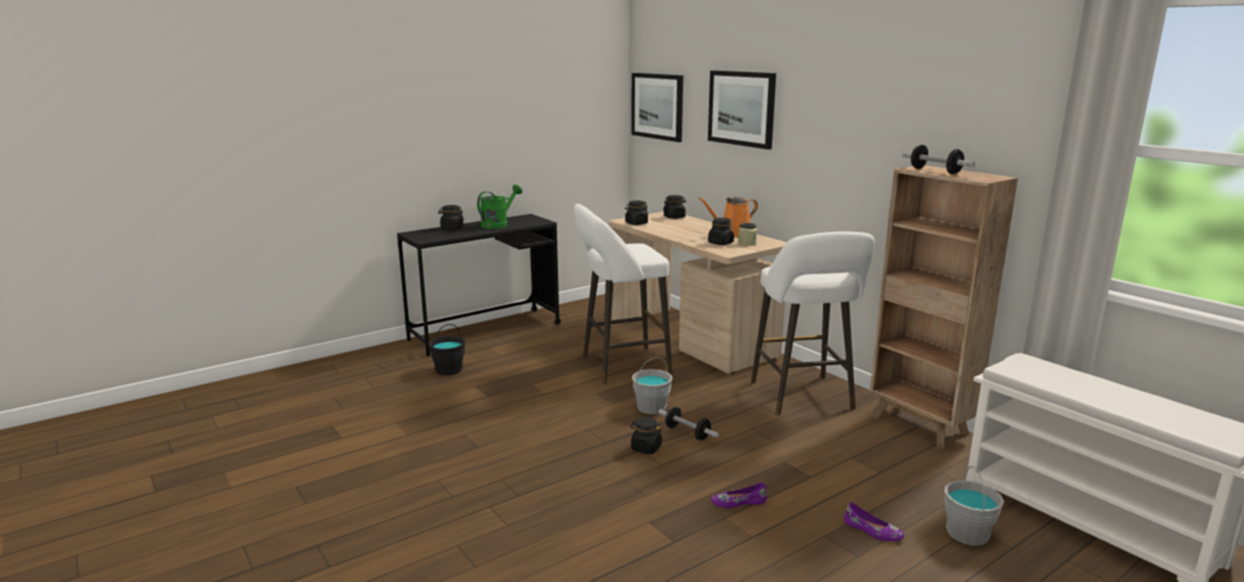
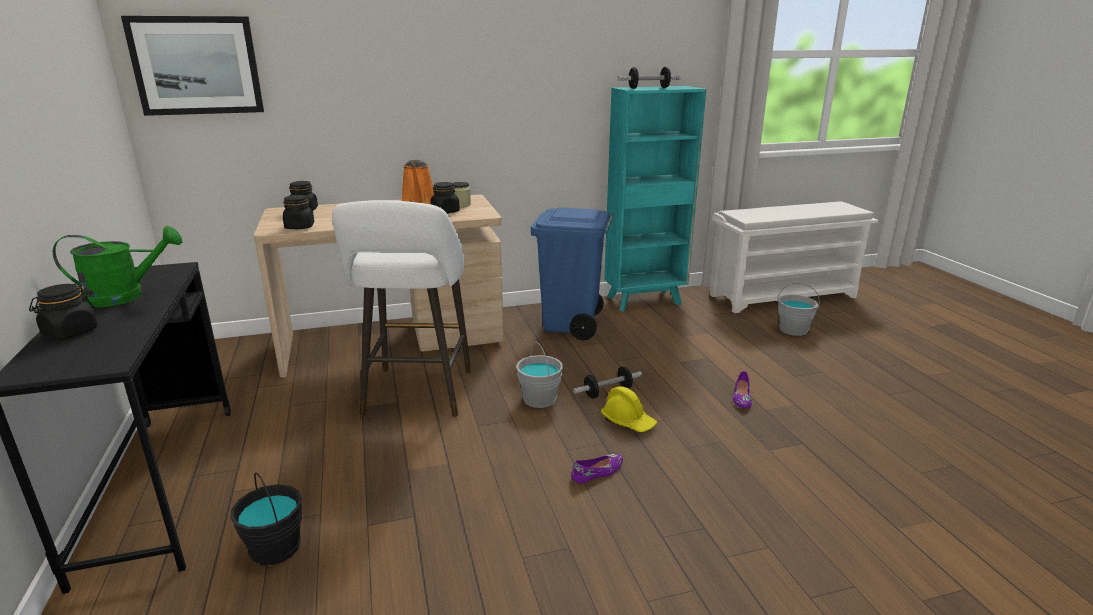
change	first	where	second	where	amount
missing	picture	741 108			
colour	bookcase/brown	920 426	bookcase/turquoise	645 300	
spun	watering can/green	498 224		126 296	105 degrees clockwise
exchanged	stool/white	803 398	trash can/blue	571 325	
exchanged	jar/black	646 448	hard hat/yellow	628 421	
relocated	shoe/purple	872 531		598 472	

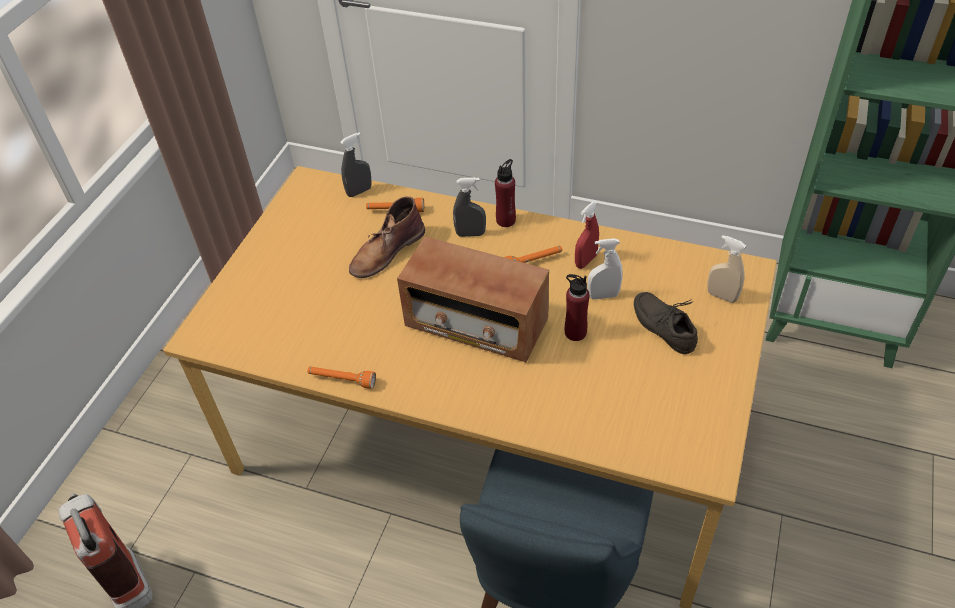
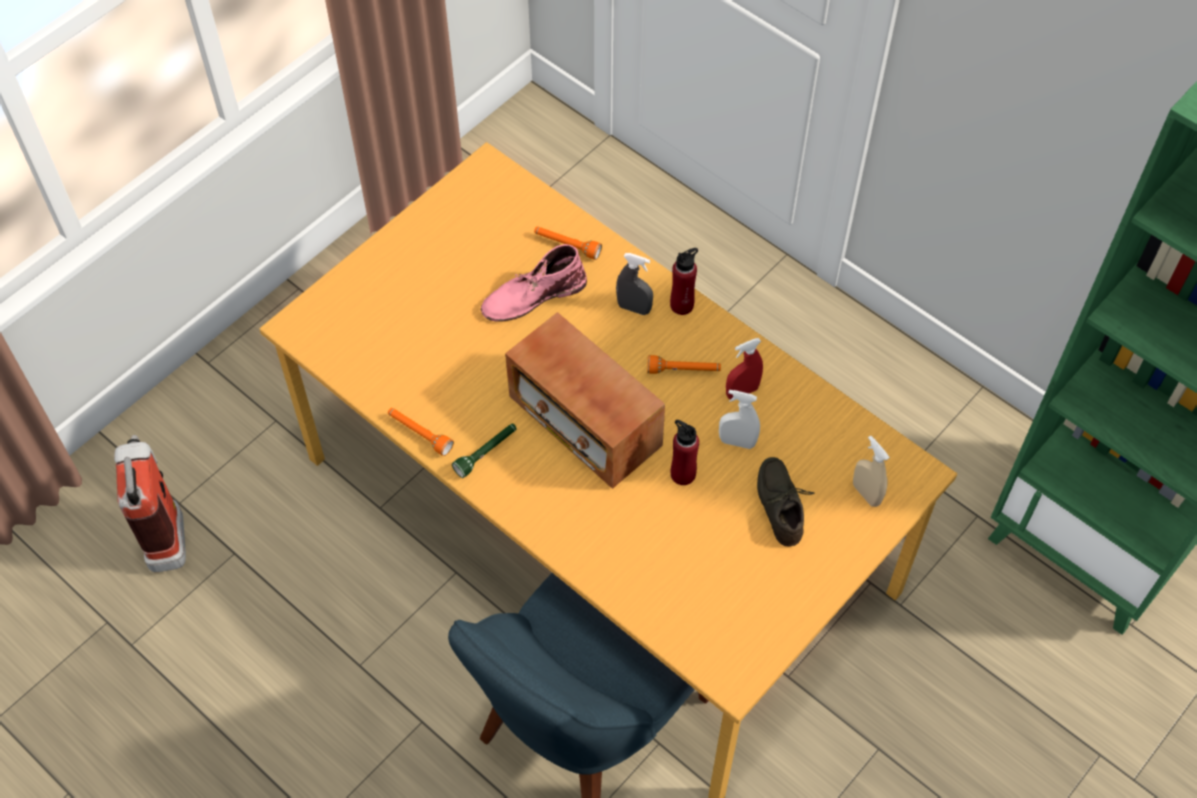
change	first	where	second	where	amount
missing	spray bottle/grey	359 191			
colour	boot/brown	386 251	boot/pink	532 296	
appeared			flashlight/green	486 453	

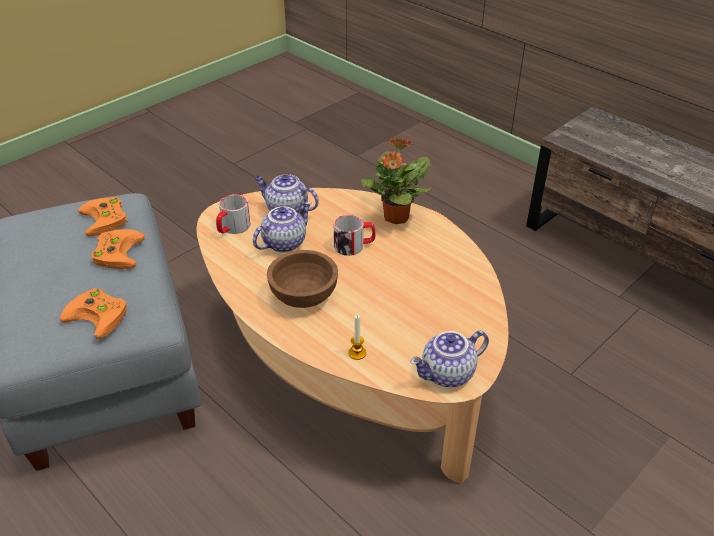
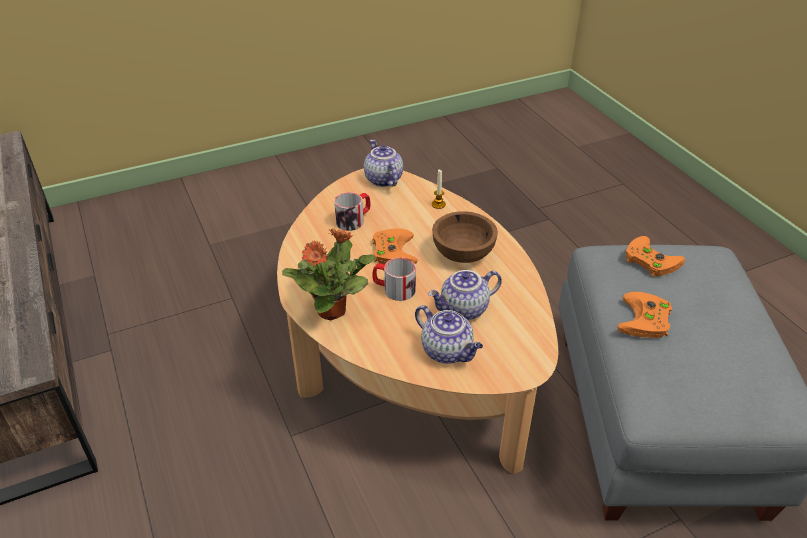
change	first	where	second	where	amount
relocated	mug	232 228		354 220	
relocated	game controller/orange	106 219		392 250	
spun	teapot	448 375		382 179	105 degrees counterclockwise

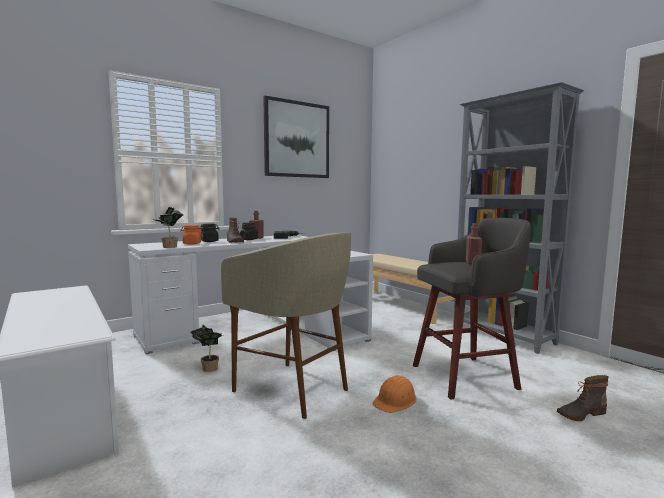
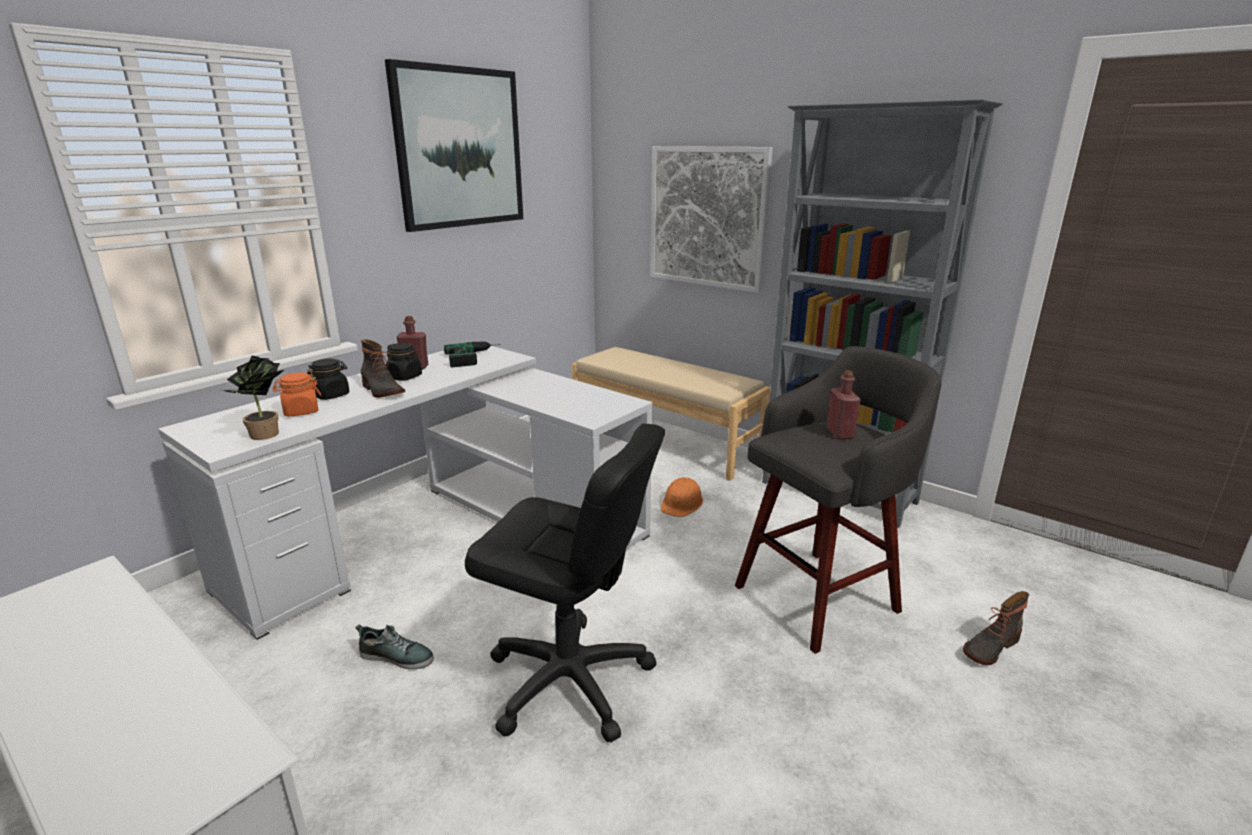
change	first	where	second	where	amount
exchanged	stool/beige	292 389	office chair/black	569 681	
exchanged	potted plant	208 368	shoe	397 656	
relocated	hard hat/orange	395 401		682 503	
appeared			picture	707 217	

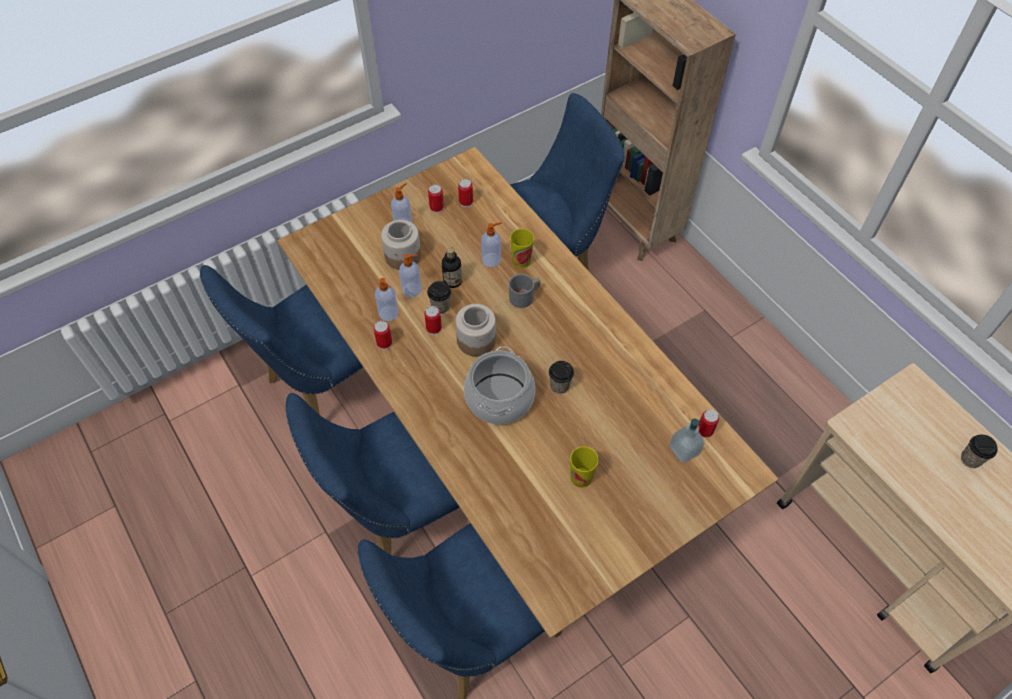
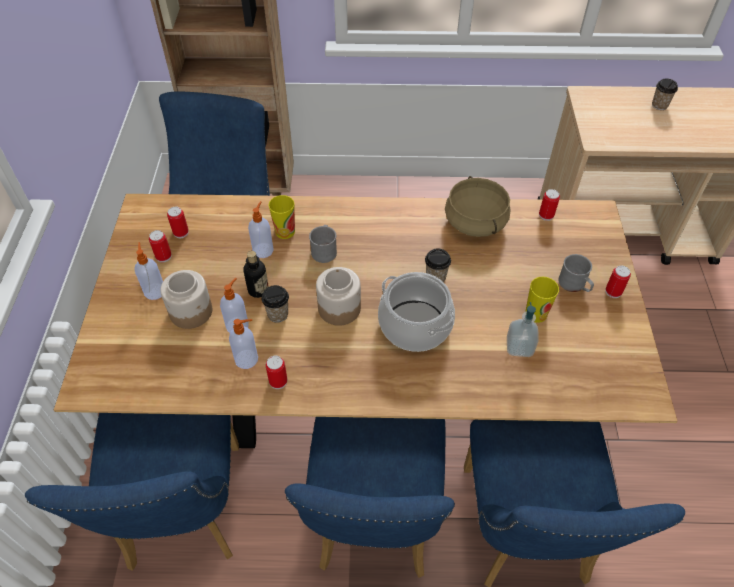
change	first	where	second	where	amount
relocated	can	434 328		613 292	
relocated	soap dispenser	684 450		519 347	
appeared			cooking pot/beige	476 222	
appeared			mug/grey	574 285	

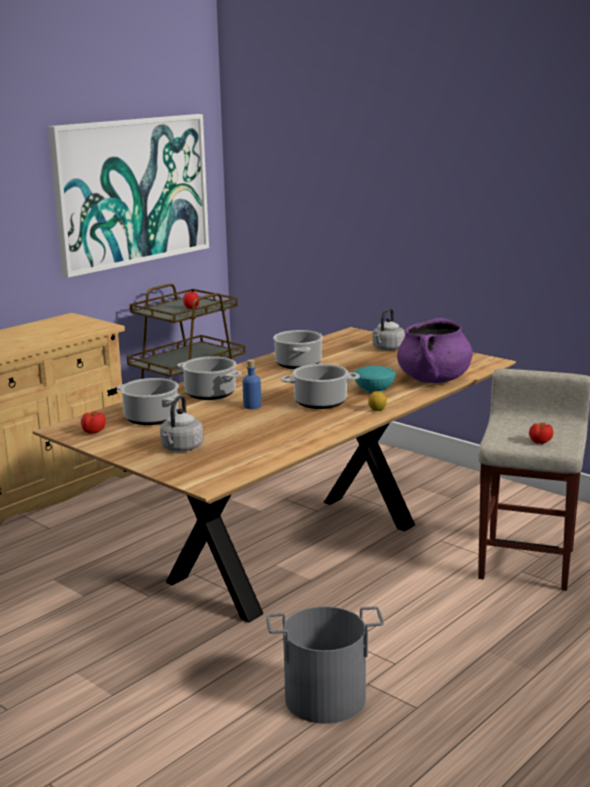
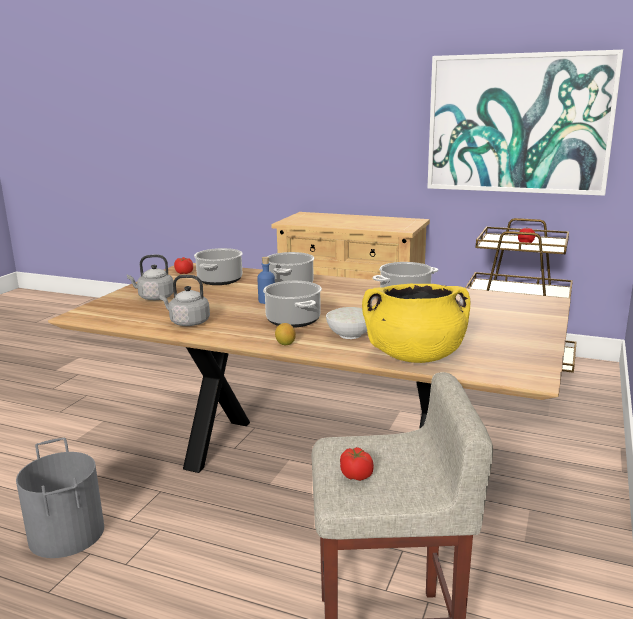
change	first	where	second	where	amount
relocated	kettle/grey	387 348		187 322	
colour	cooking pot/purple	434 379	cooking pot/yellow	414 356	
colour	bowl/turquoise	374 390	bowl/white	350 335	

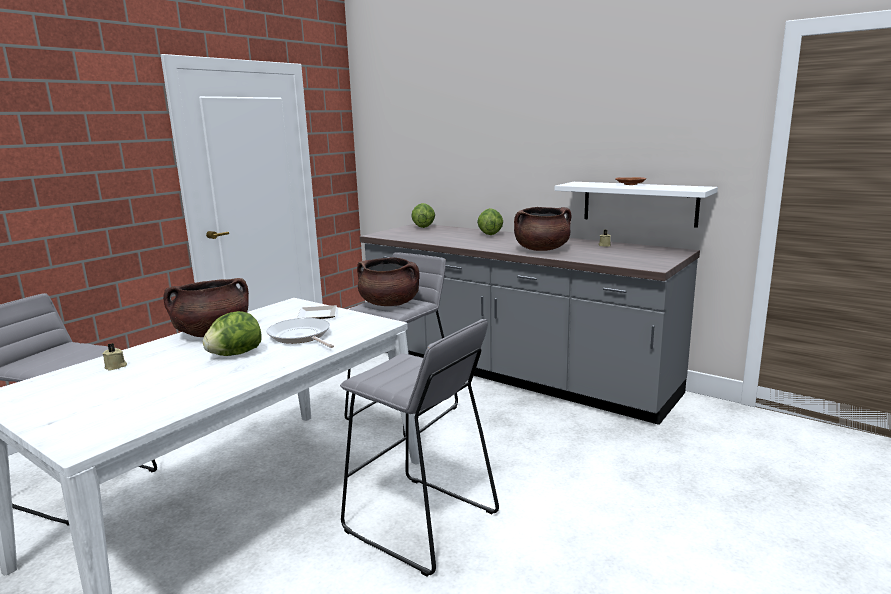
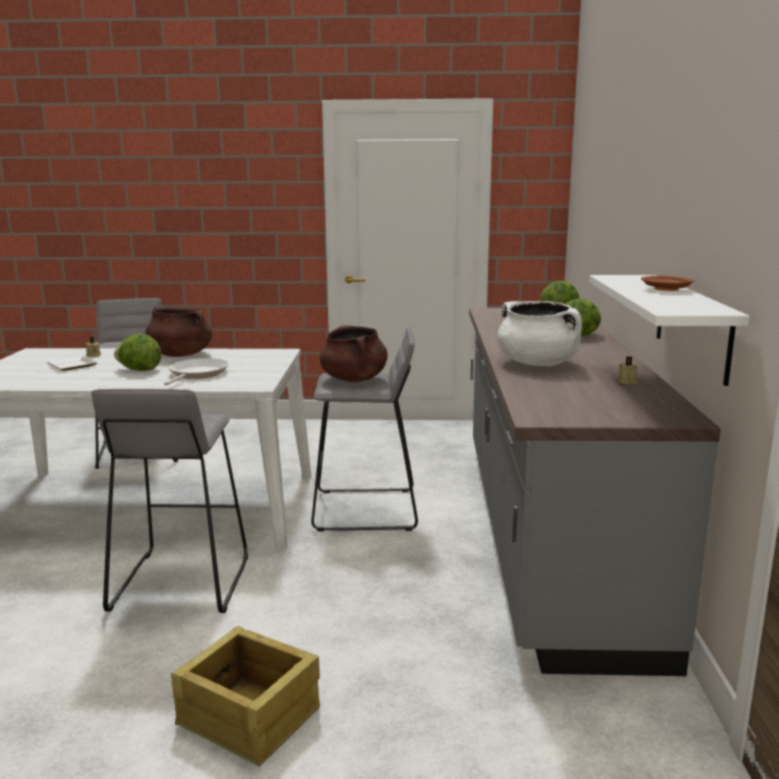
change	first	where	second	where	amount
colour	cooking pot/brown	541 249	cooking pot/white	538 363	
relocated	plate	316 315		73 365	
appeared			crate	249 718	

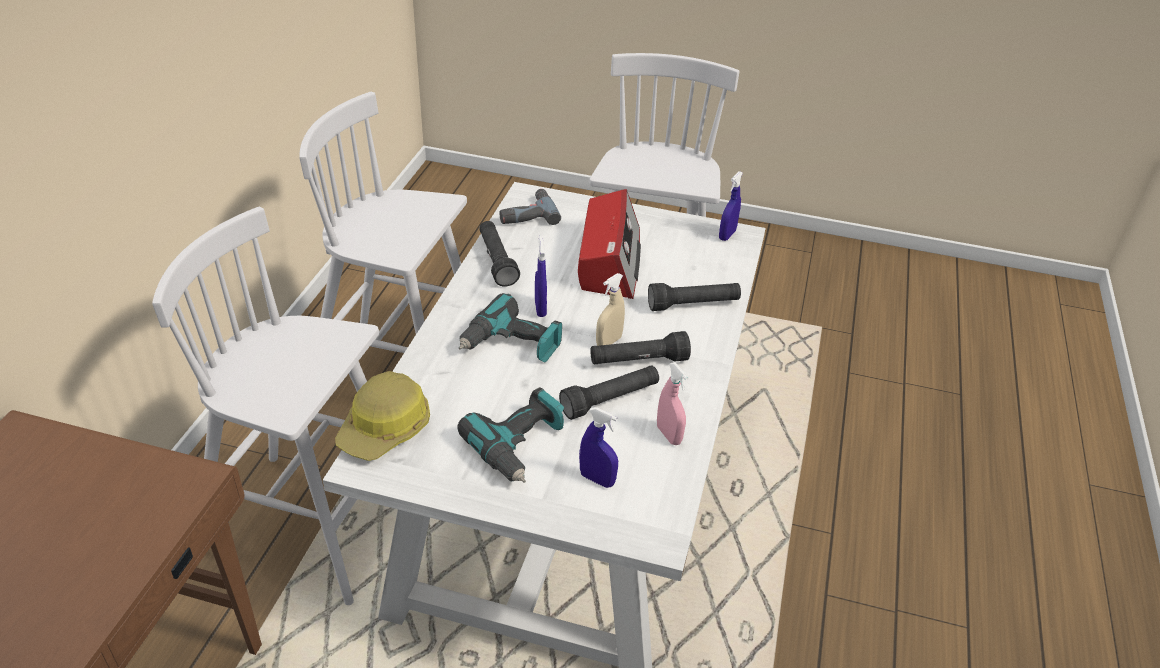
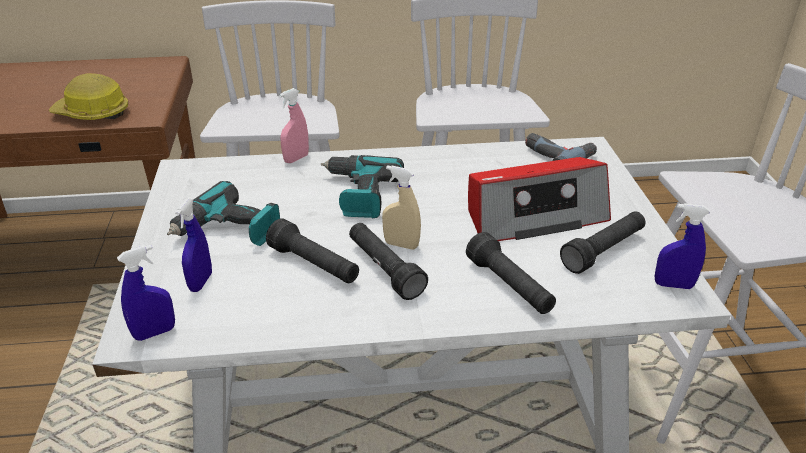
change	first	where	second	where	amount
relocated	flashlight/black	497 261		603 251	
relocated	spray bottle/blue	540 308		154 333	
relocated	spray bottle/pink	669 435		296 158	
relocated	hard hat	386 428		92 113	

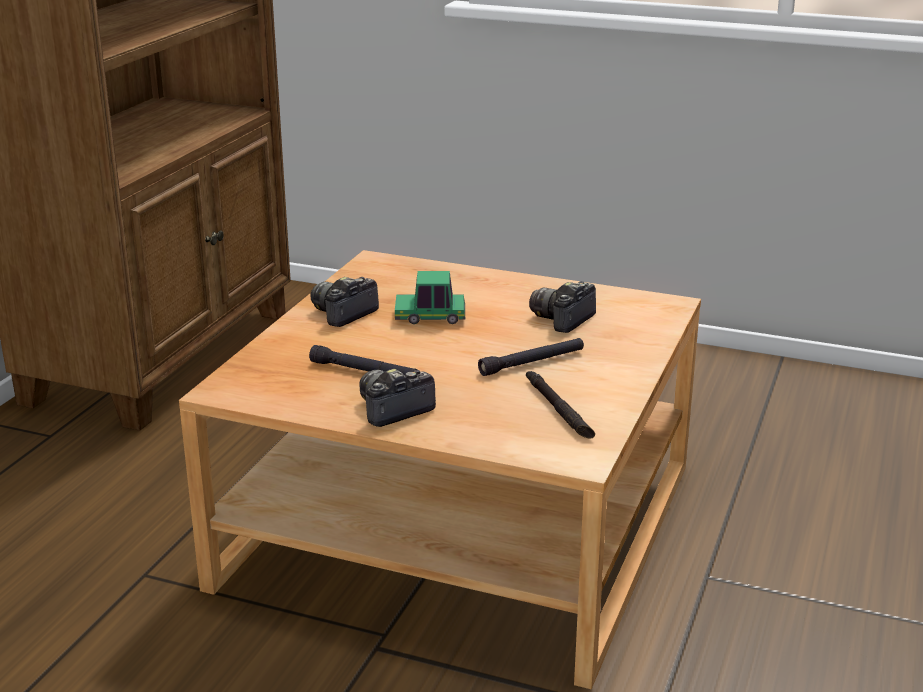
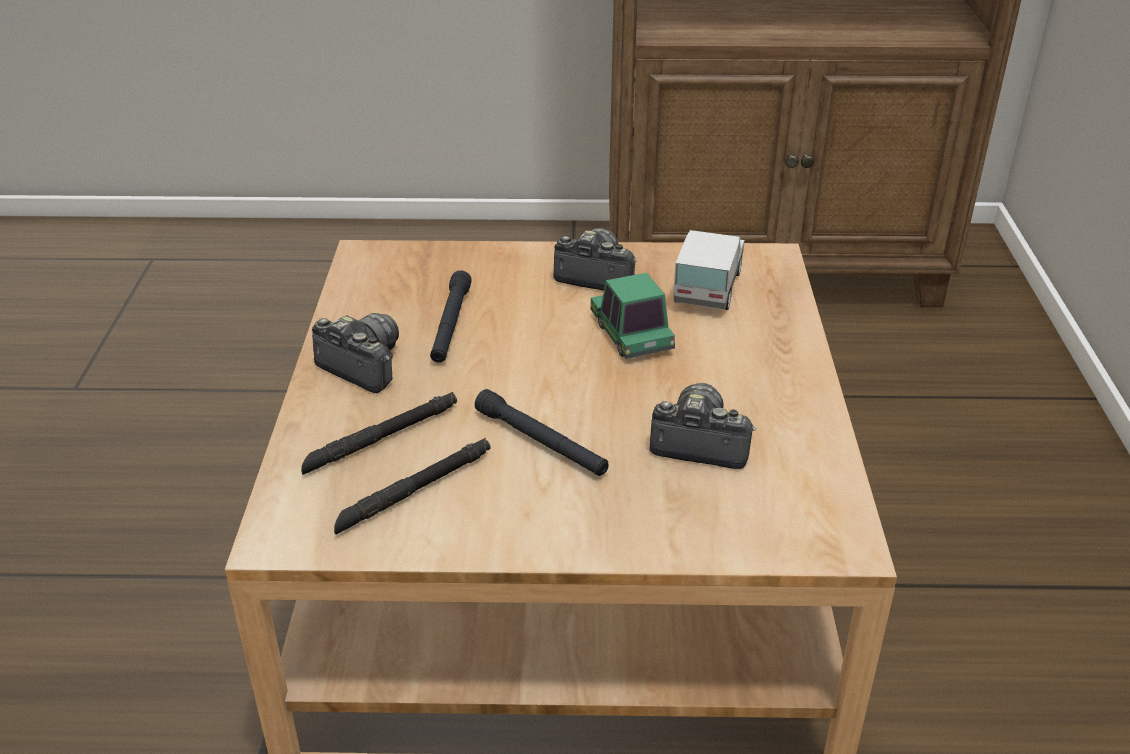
change	first	where	second	where	amount
appeared			toy truck	708 288	
appeared			flashlight/black	381 438	

